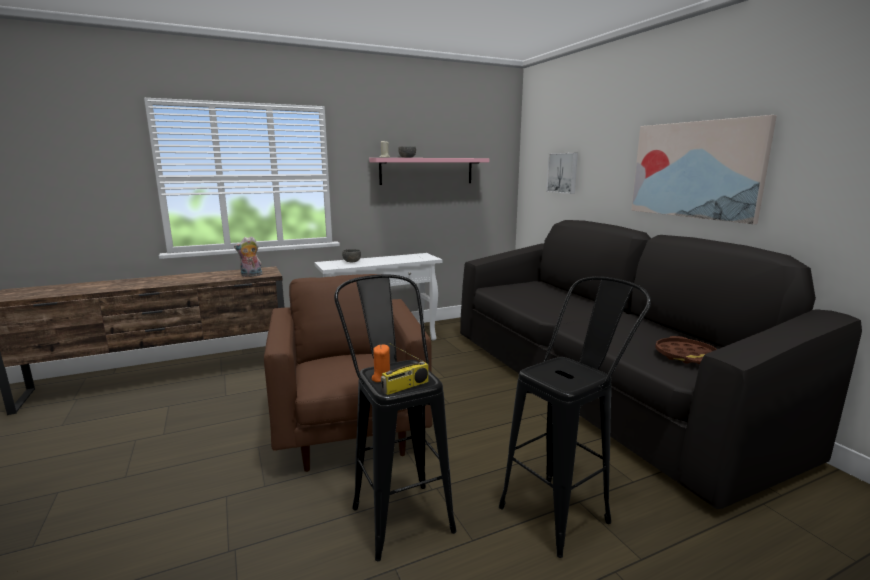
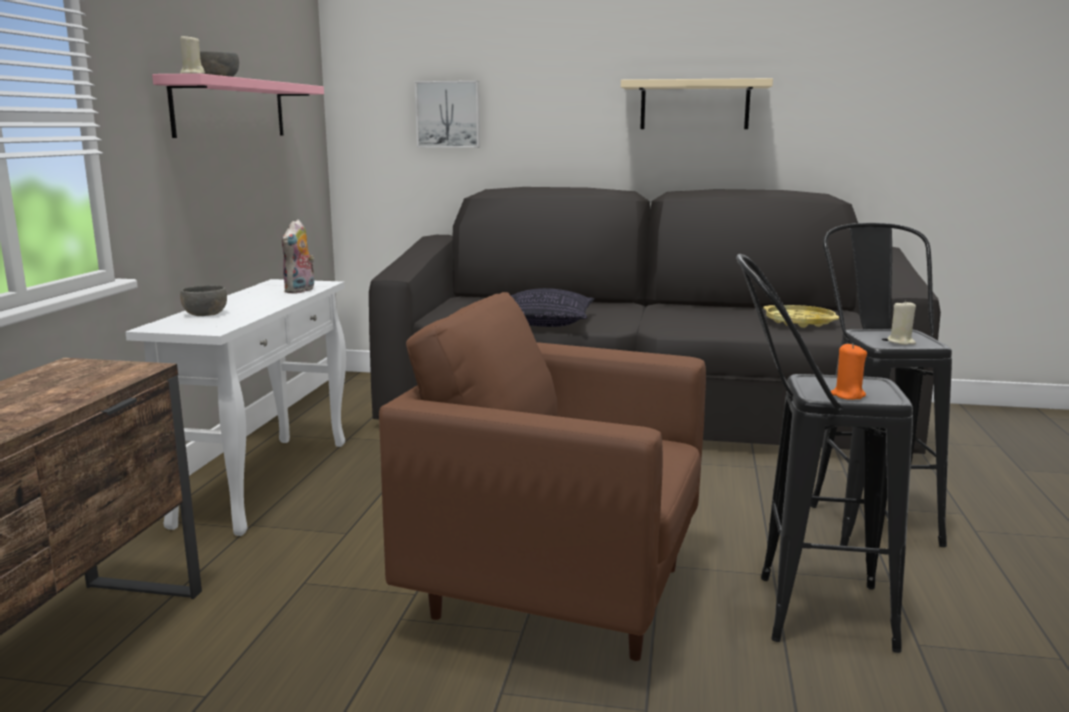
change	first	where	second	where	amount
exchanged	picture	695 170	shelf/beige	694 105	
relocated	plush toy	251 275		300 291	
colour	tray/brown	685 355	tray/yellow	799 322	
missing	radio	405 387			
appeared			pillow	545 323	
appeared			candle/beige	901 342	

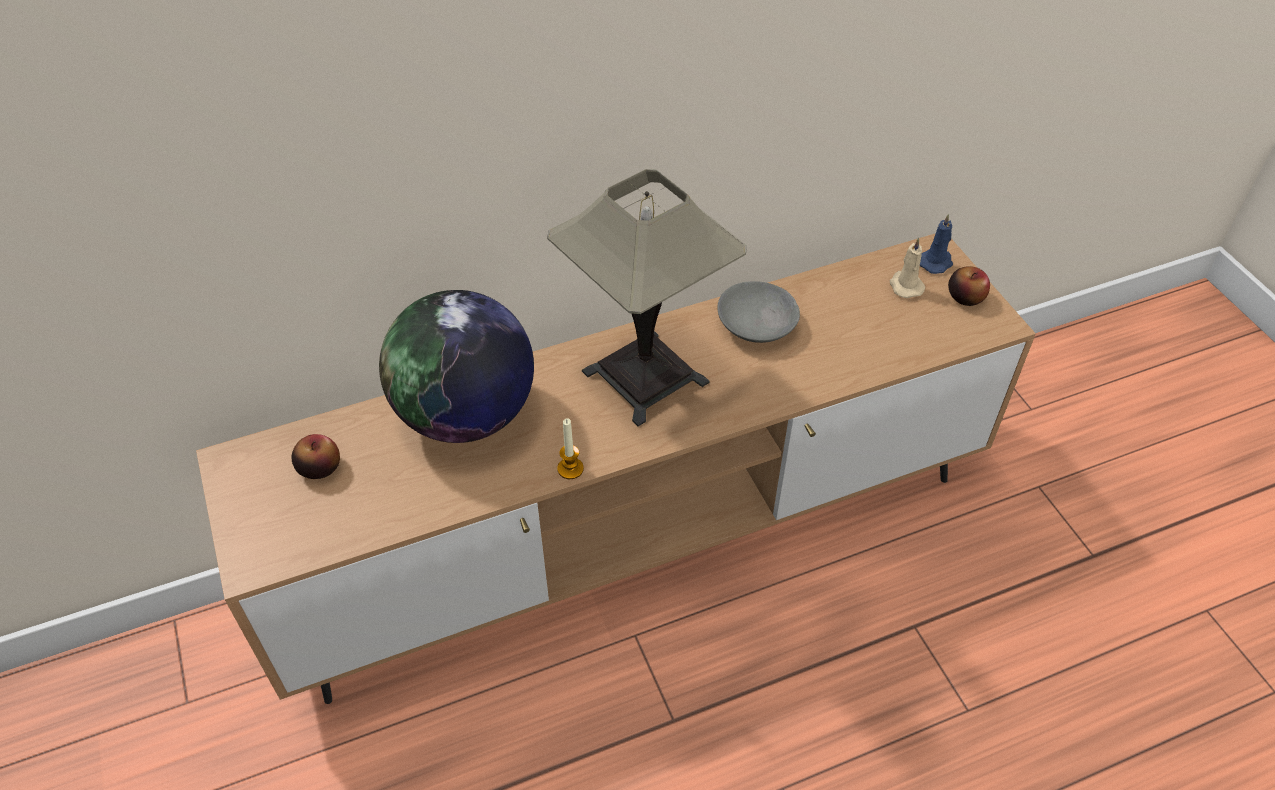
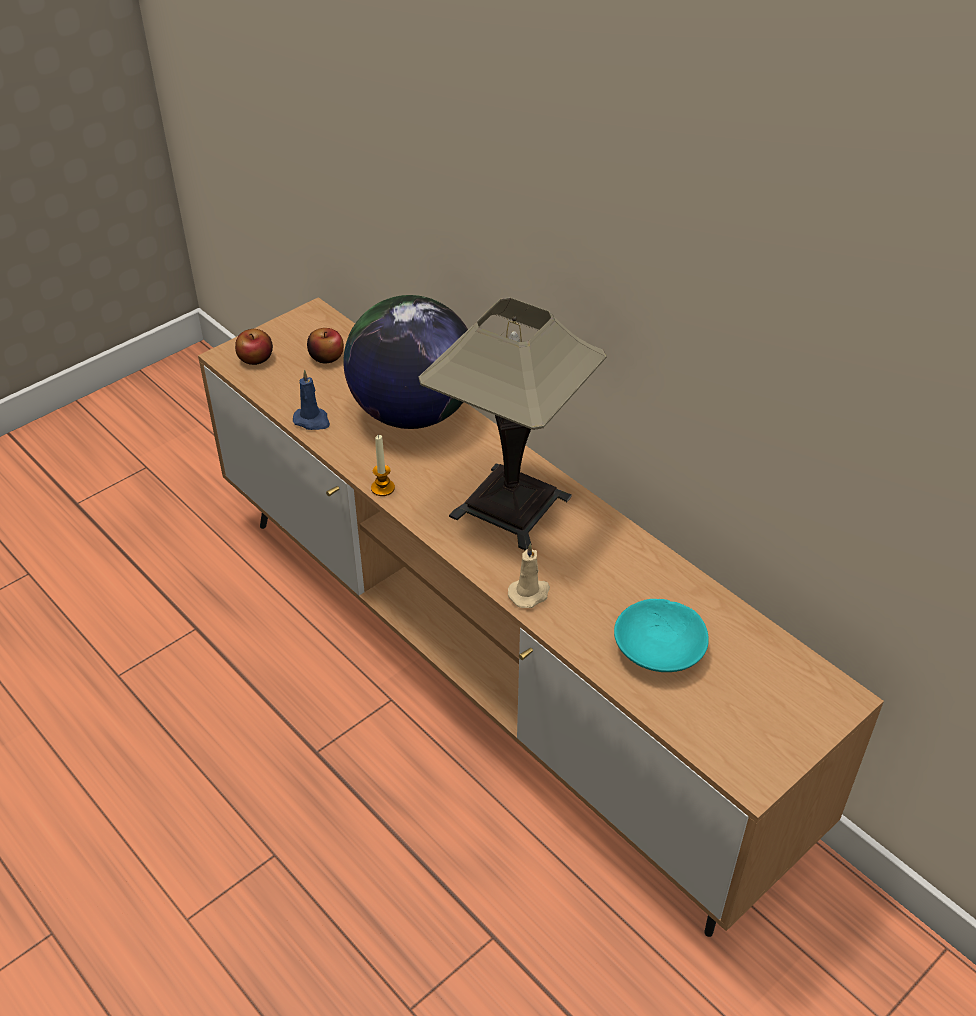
change	first	where	second	where	amount
relocated	candle/blue	936 262		312 420	
relocated	candle/beige	905 285		530 593	
relocated	apple	965 297		256 358	
missing	bowl/grey	757 324			
appeared			bowl/turquoise	660 648	

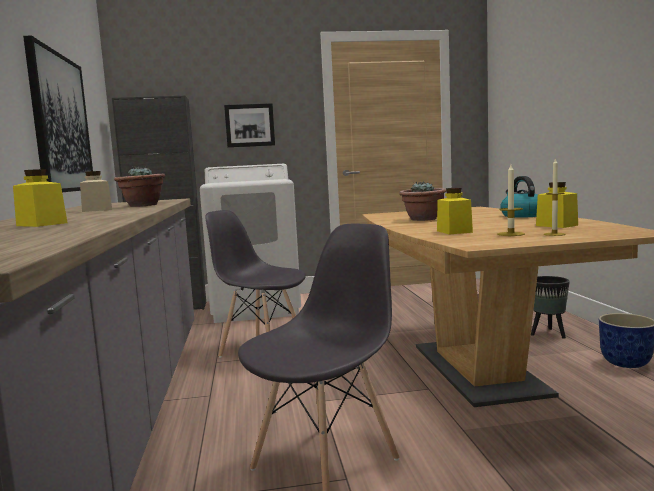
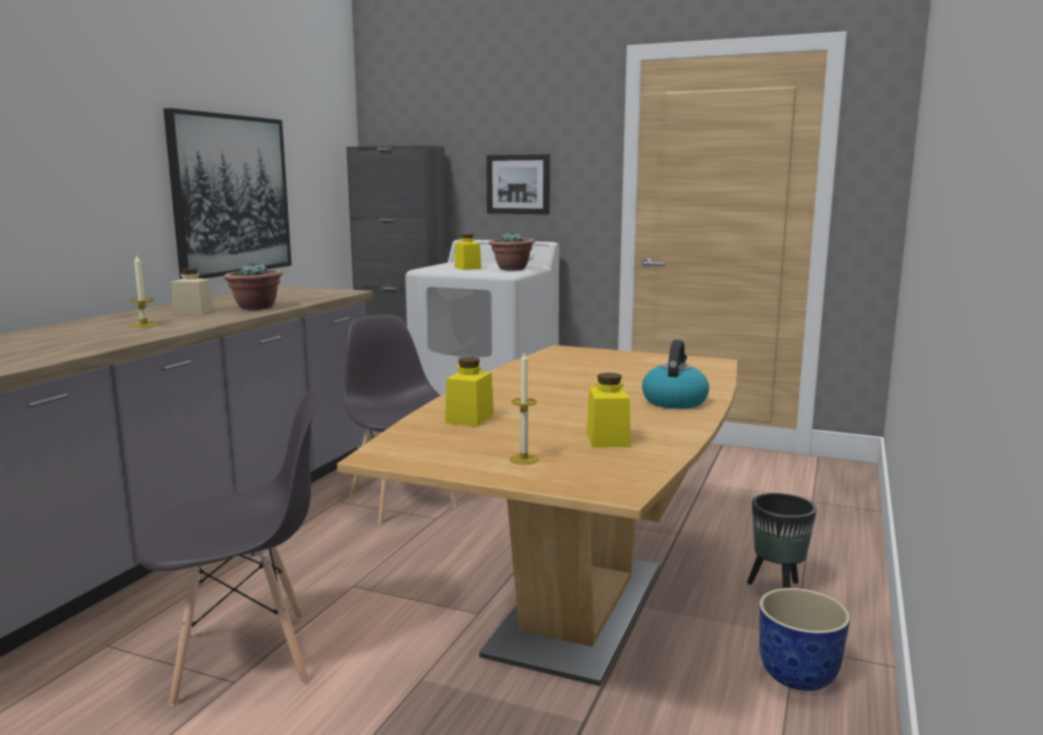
change	first	where	second	where	amount
relocated	candle	511 234		144 325	
relocated	jar/yellow	42 224		467 268	
relocated	potted plant	423 219		511 269	

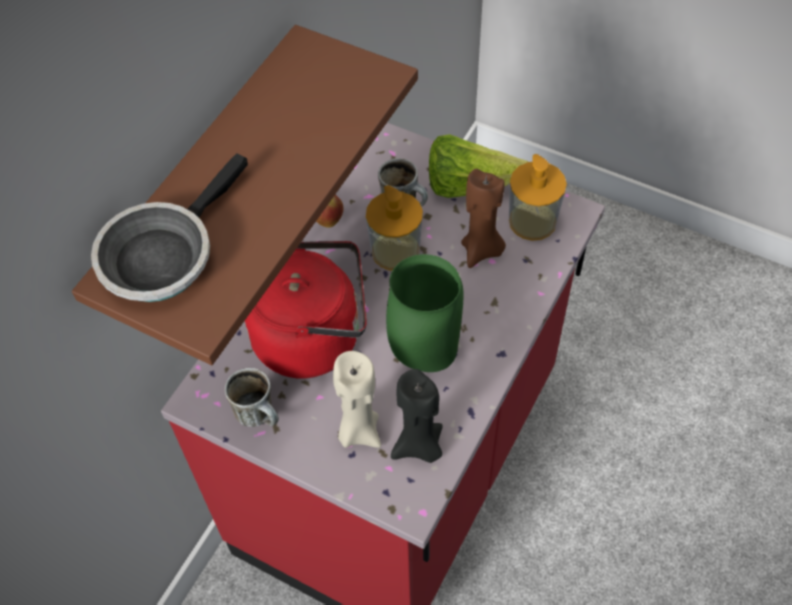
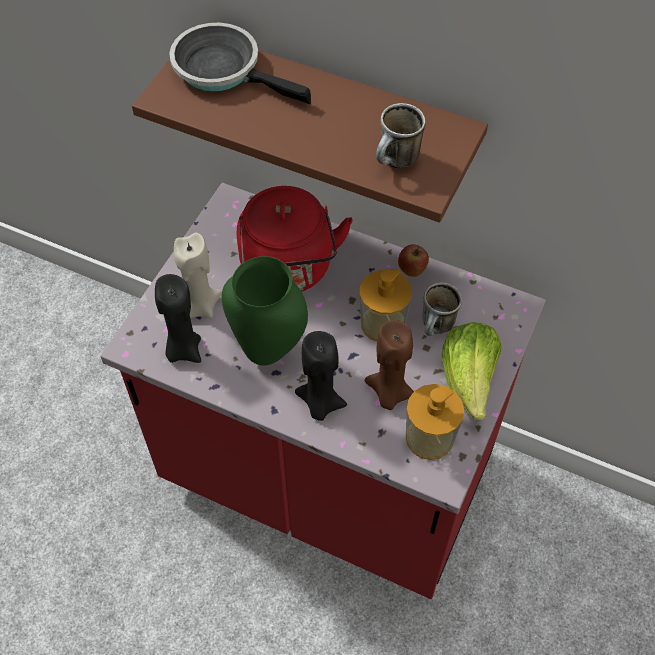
change	first	where	second	where	amount
relocated	mug	261 416		396 163	
appeared			candle/black	320 404	

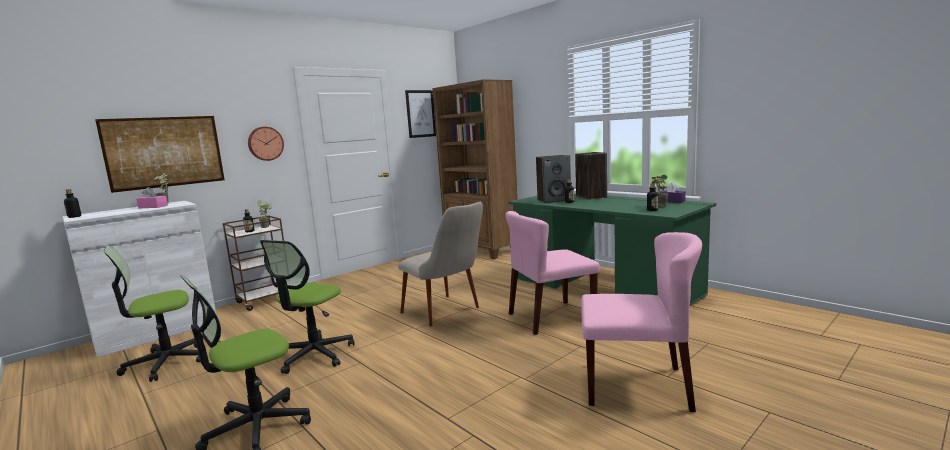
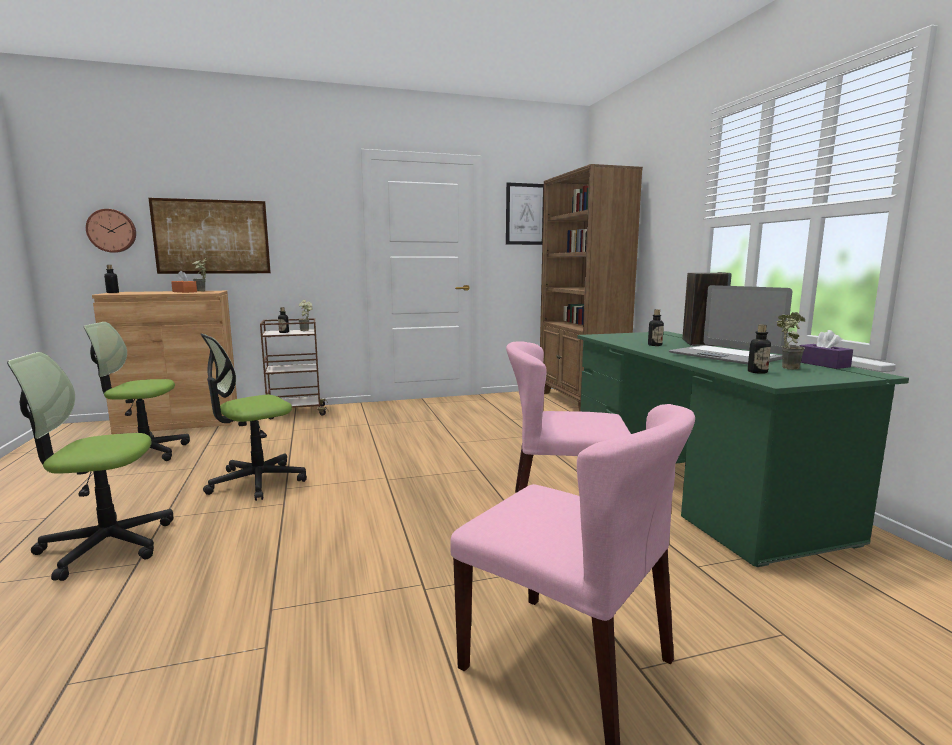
change	first	where	second	where	amount
relocated	wall clock	265 143		112 231	
missing	speaker	554 200			
colour	tissue box/pink	153 207	tissue box/orange	184 292	
colour	cabinet/white	157 332	cabinet/brown	179 422	
missing	chair/beige	448 313			
appeared			laptop	725 356	

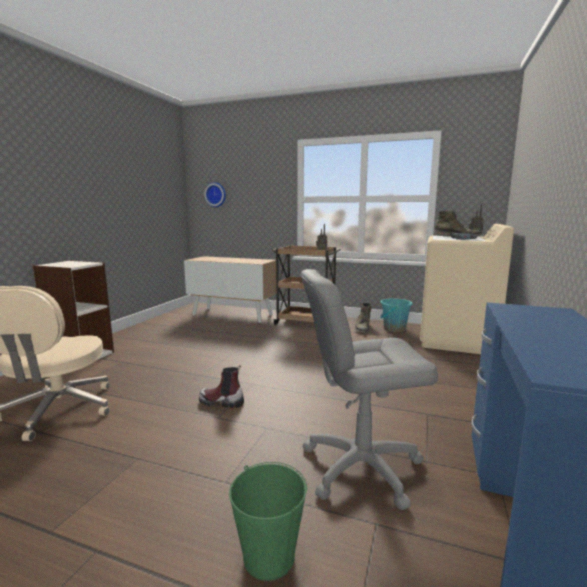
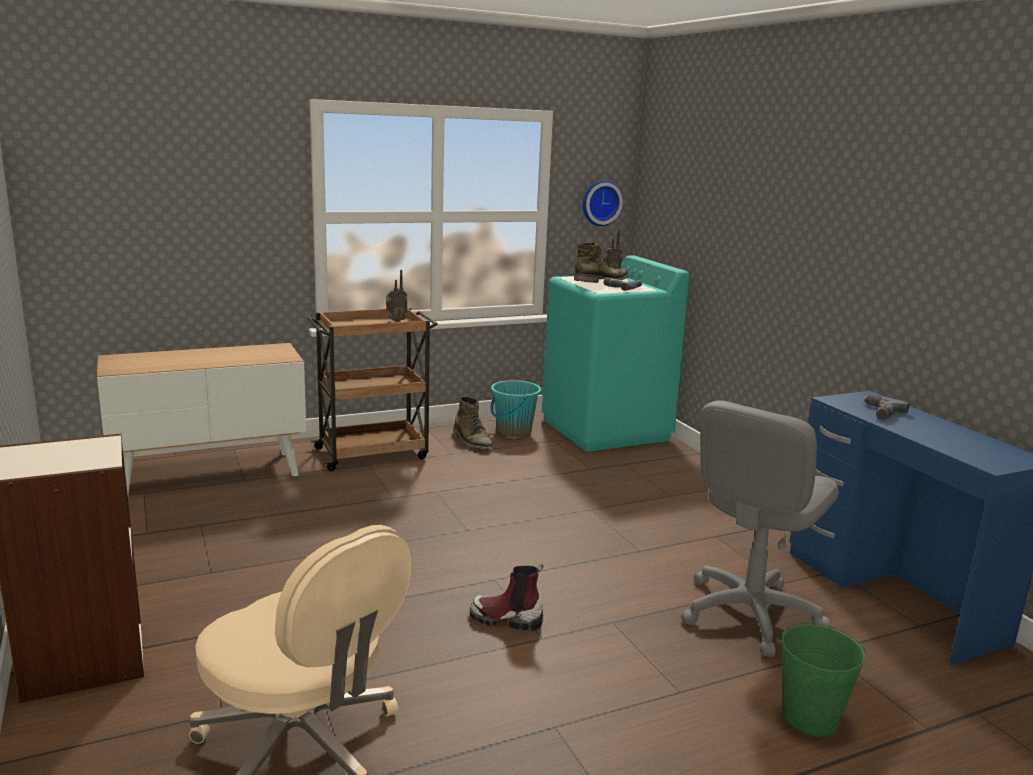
change	first	where	second	where	amount
relocated	wall clock	216 194		600 202	
colour	washing machine/beige	456 341	washing machine/turquoise	606 430	
spun	boot	221 402		506 619	45 degrees clockwise
appeared			power drill	879 412	

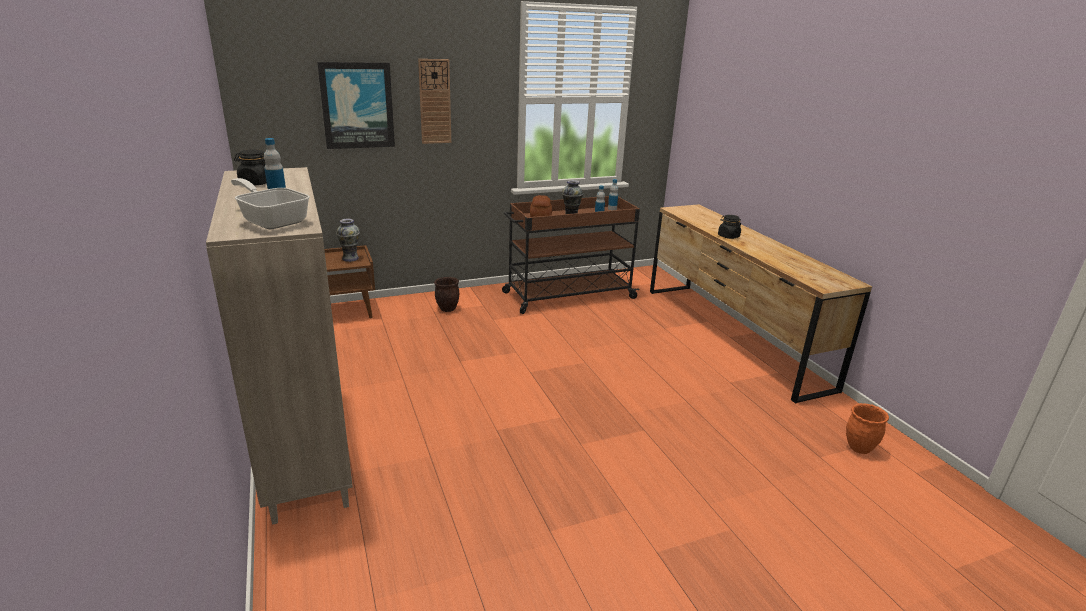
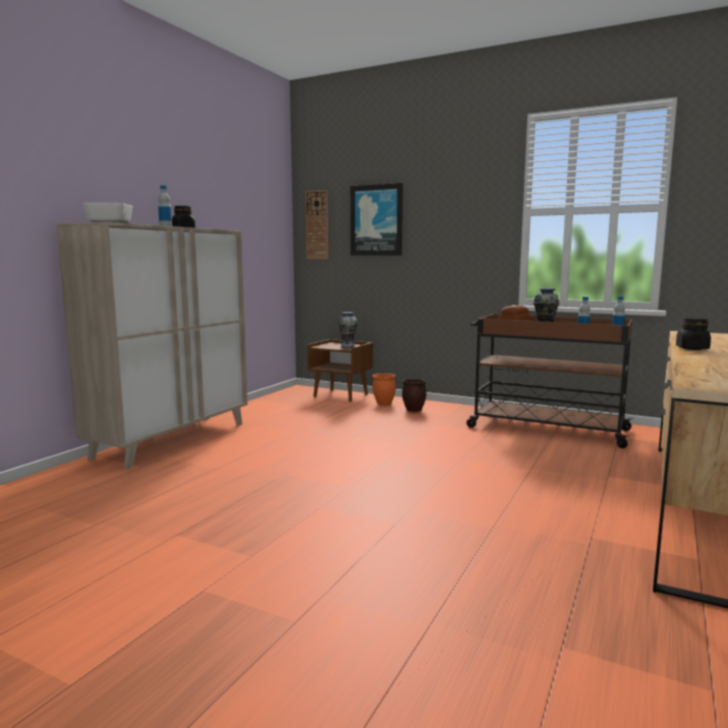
change	first	where	second	where	amount
relocated	wall clock	435 102		317 225	
relocated	planter/orange	858 447		384 403	

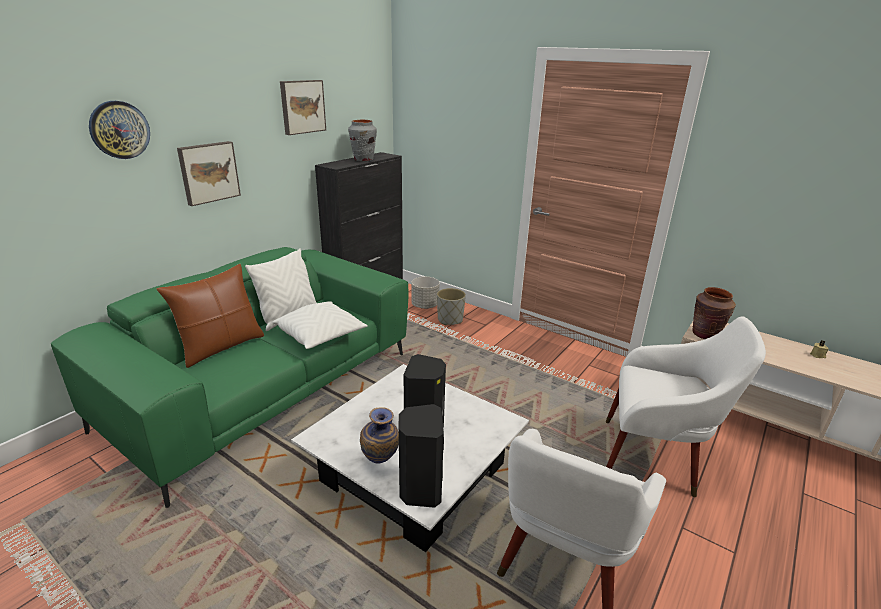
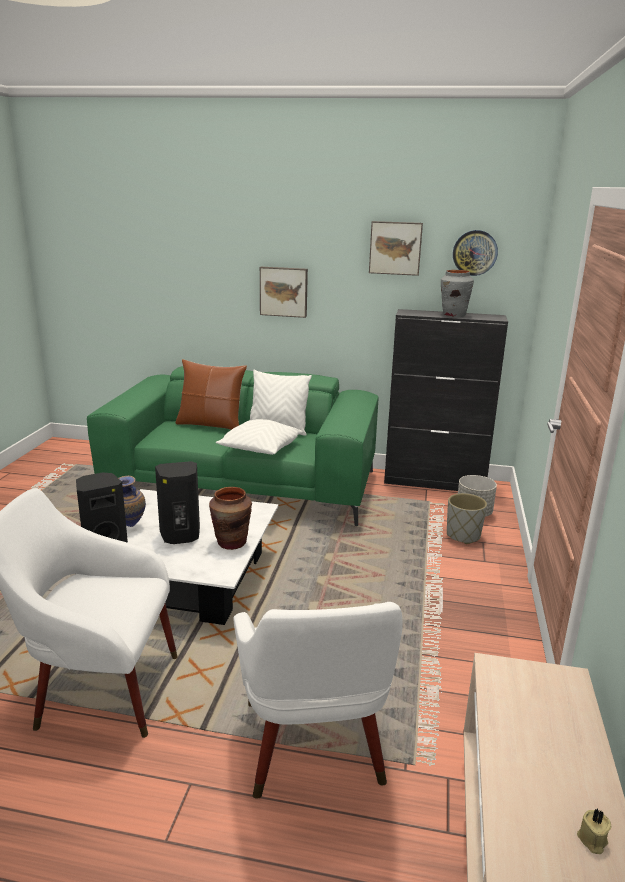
change	first	where	second	where	amount
relocated	wall clock	119 130		475 253	
relocated	vase/brown	705 334		231 543	

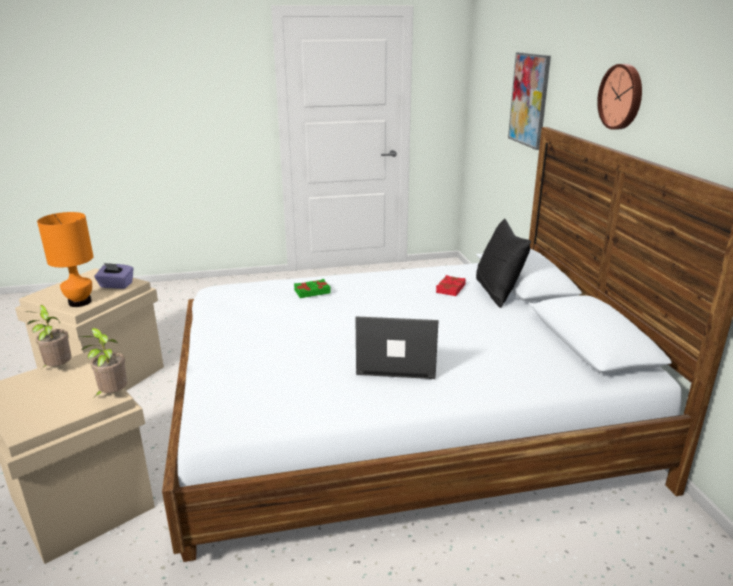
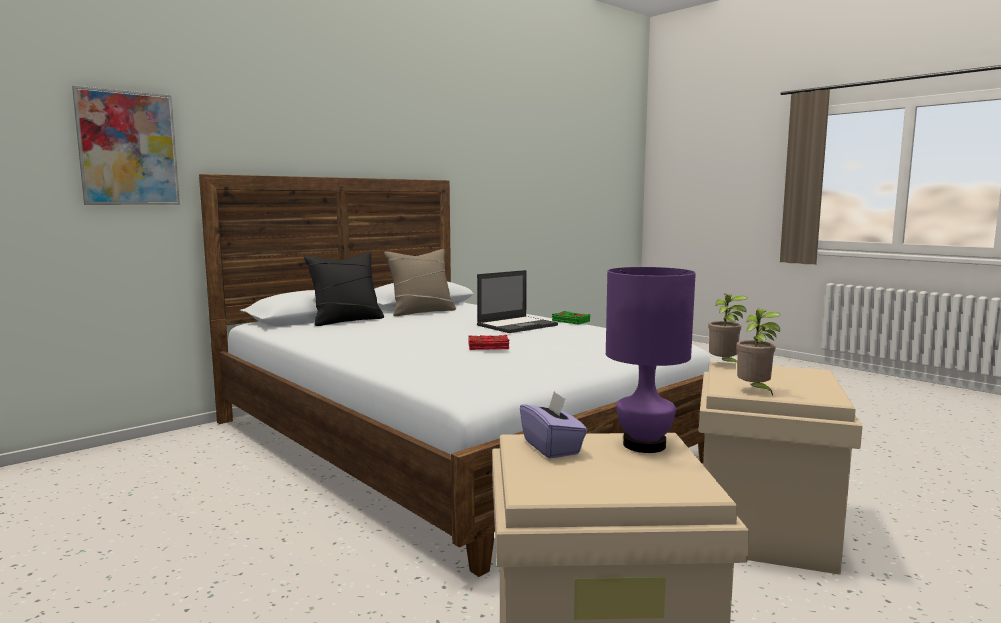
change	first	where	second	where	amount
missing	wall clock	622 97			
colour	table lamp/orange	80 302	table lamp/purple	643 445	
relocated	book/red	450 288		488 347	
relocated	book/green	312 291		570 321	
spun	laptop	396 361		517 325	105 degrees counterclockwise
appeared			pillow/beige	421 312	

